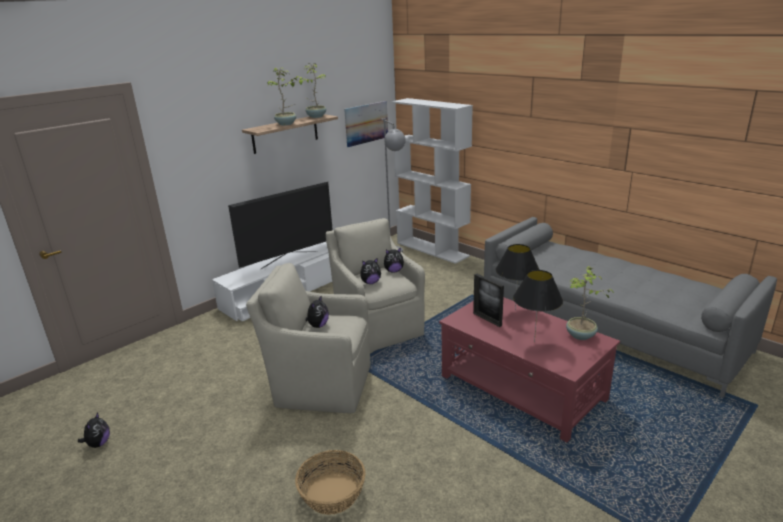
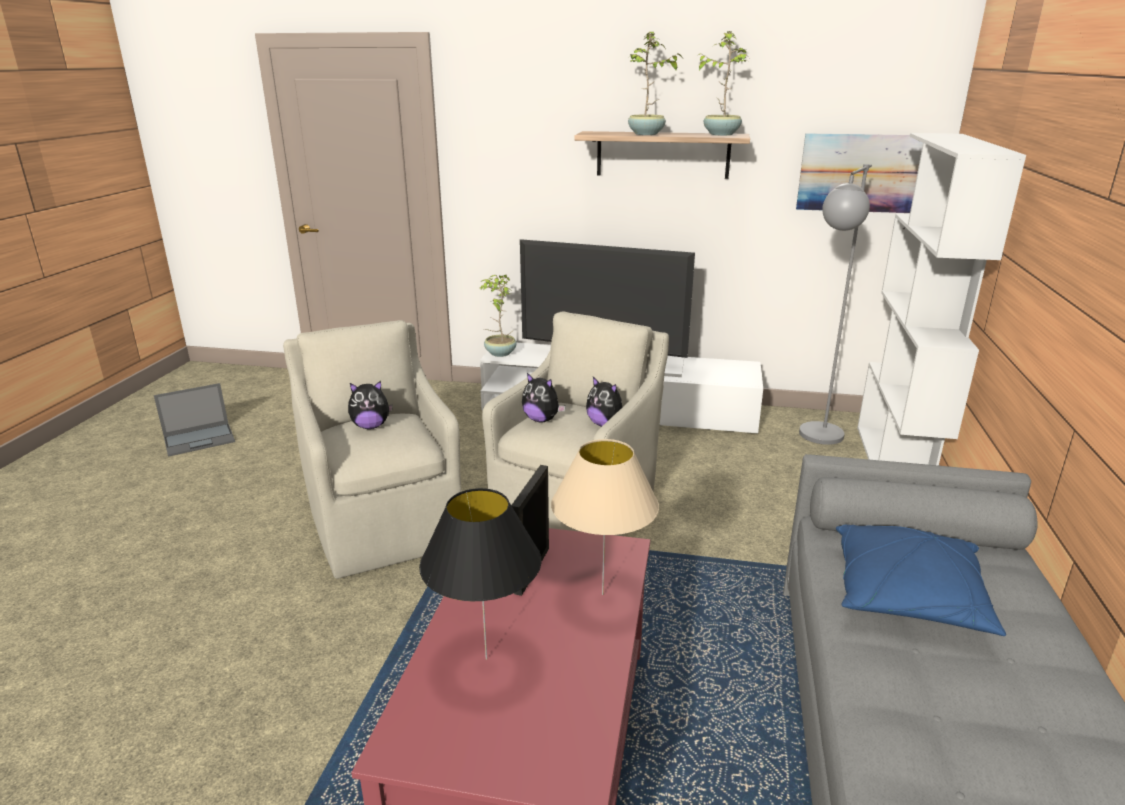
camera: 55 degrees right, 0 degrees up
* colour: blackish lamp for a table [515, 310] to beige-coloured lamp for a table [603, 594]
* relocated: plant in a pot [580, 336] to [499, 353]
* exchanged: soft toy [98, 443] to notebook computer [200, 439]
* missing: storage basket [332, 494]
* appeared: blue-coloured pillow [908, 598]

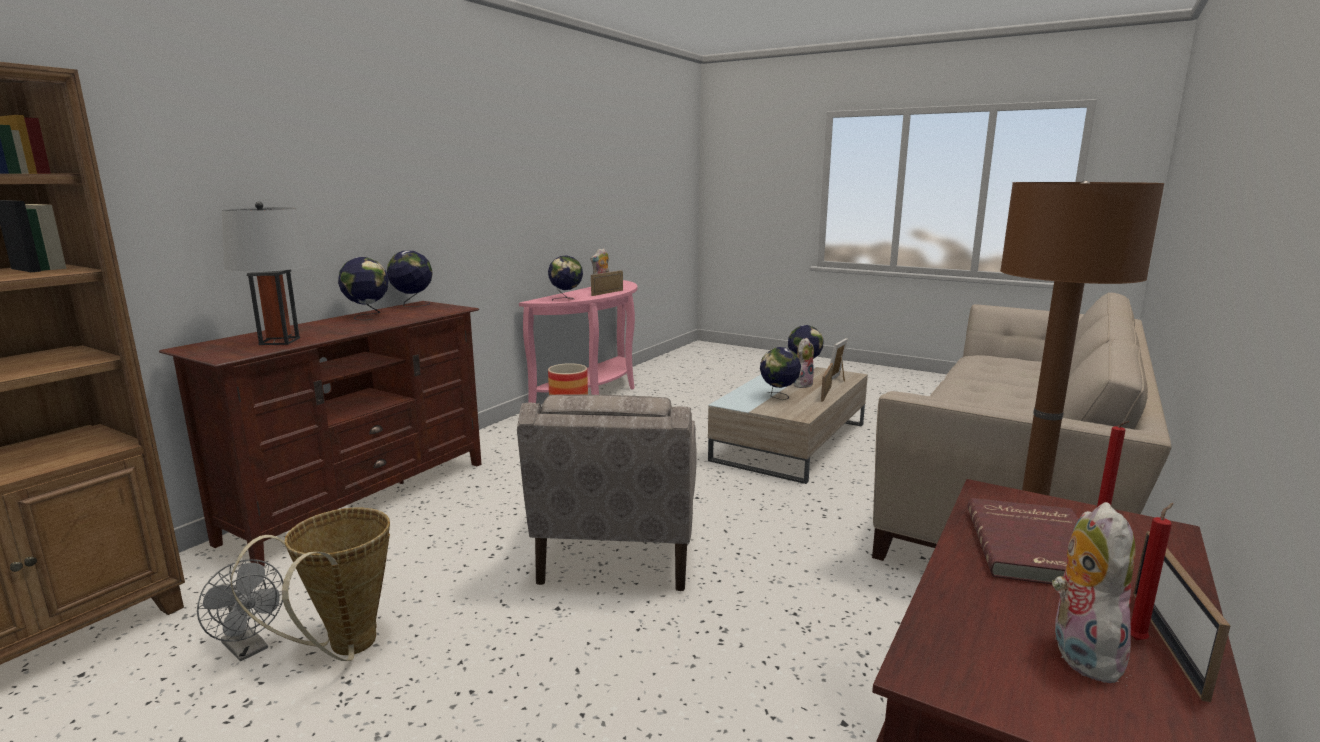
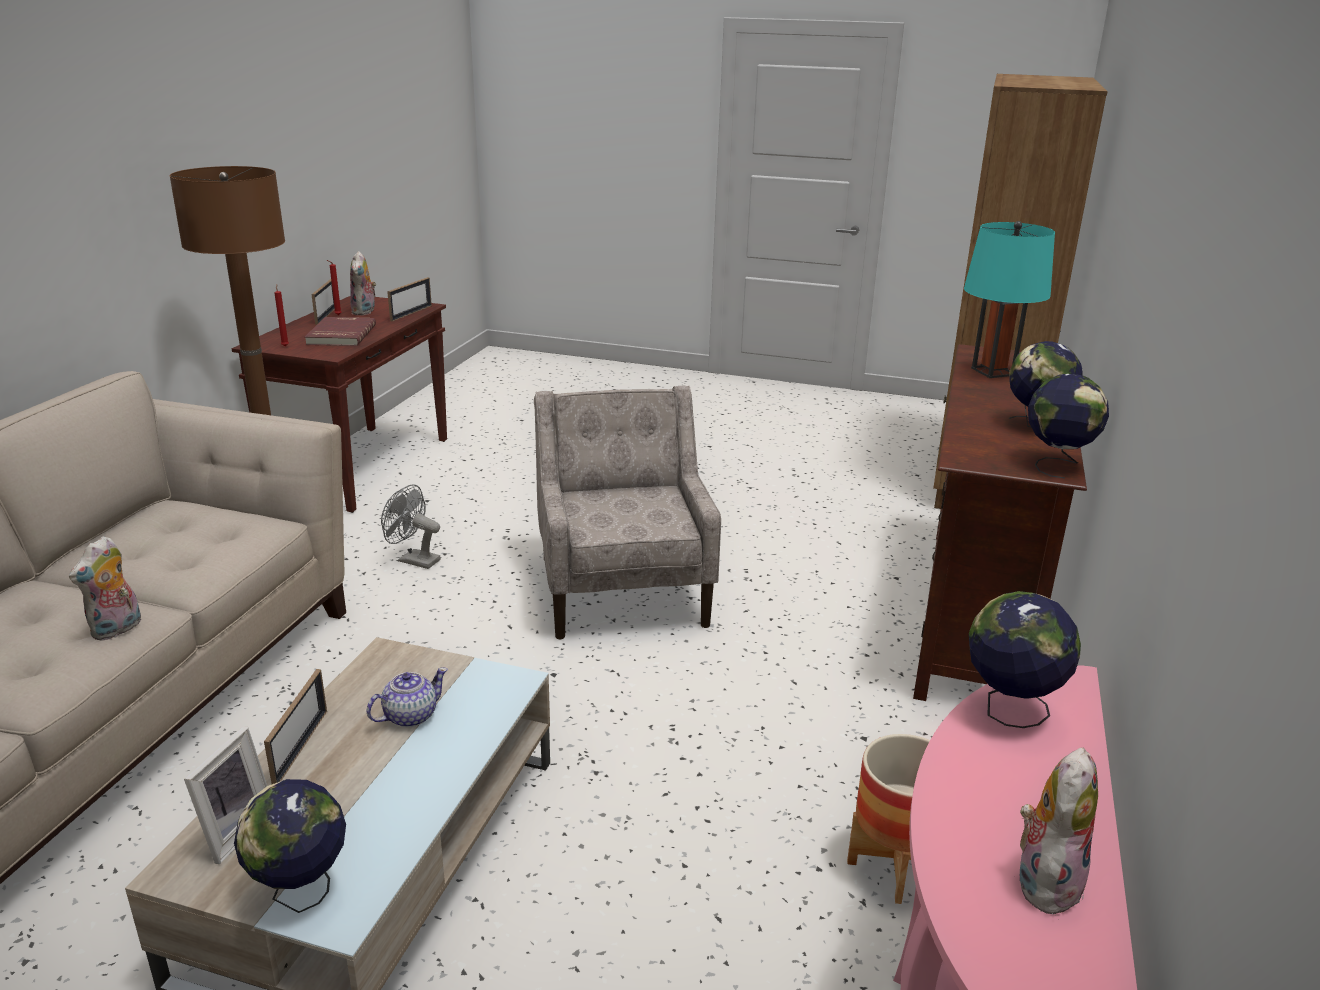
camera: 165 degrees right, 10 degrees up
* colour: greyish lamp for a table [279, 341] to turquoise lamp for a table [992, 371]
* relocated: standing frame [607, 293] to [411, 313]
* relocated: soft toy [802, 384] to [117, 630]
* exchanged: globe [778, 397] to pot for tea [409, 716]
* missing: storage basket [344, 649]
* relocated: greyish cooling fan [249, 649] to [413, 560]

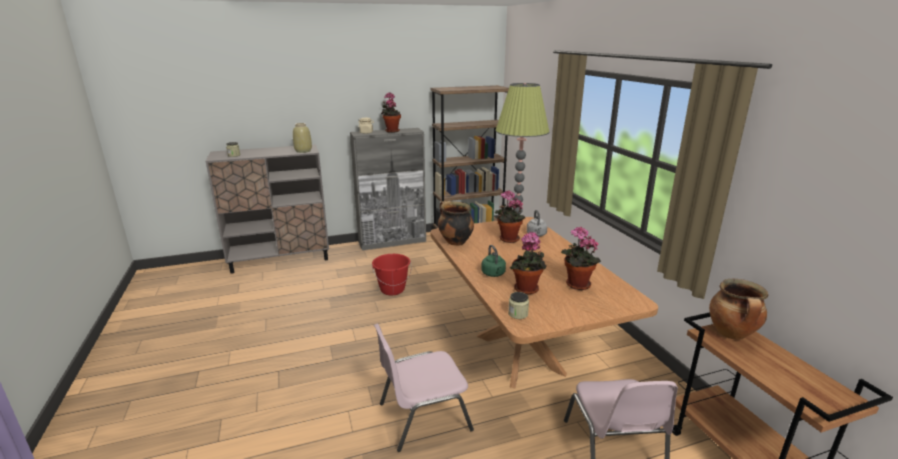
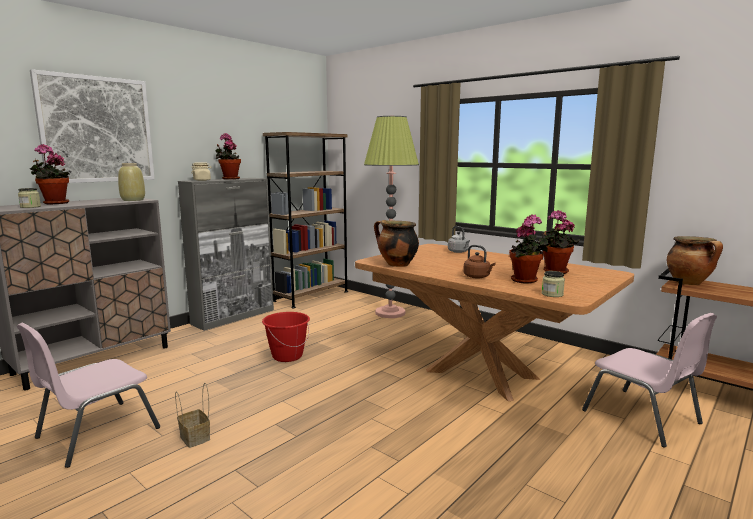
camera: 30 degrees left, 10 degrees down
* relocated: plant in a pot [507, 239] to [53, 203]
* colour: greenish water kettle [493, 274] to brownish water kettle [478, 277]
* relocated: pinkish chair [422, 416] to [95, 433]
* appeared: picture [97, 130]
* appeared: storage basket [196, 438]

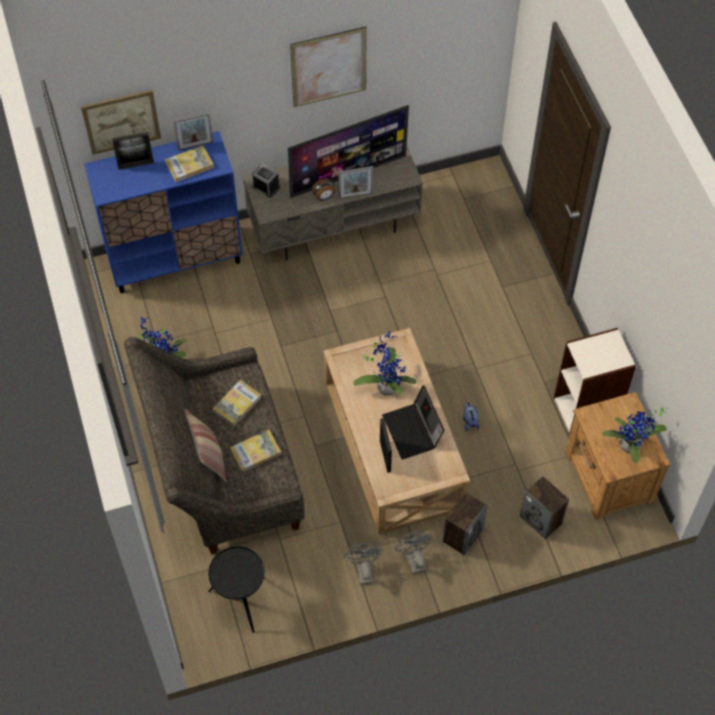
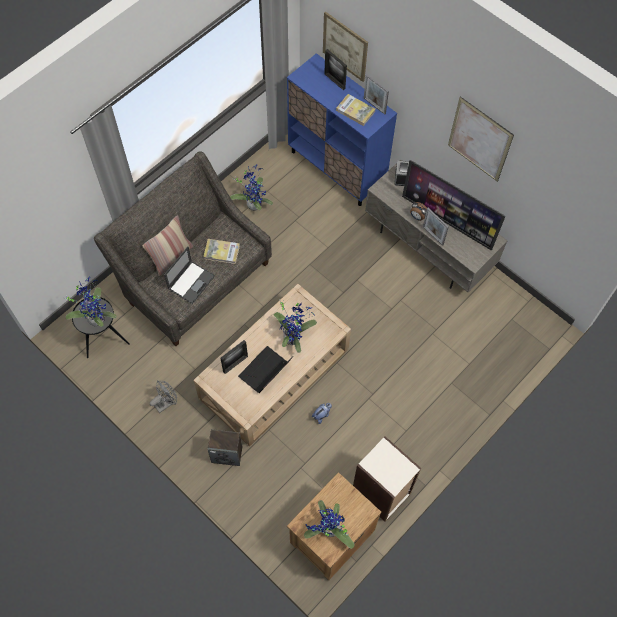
camera: 60 degrees right, 5 degrees up
* exchanged: bound book [256, 452] to notebook computer [191, 282]
* missing: loudspeaker [541, 520]
* missing: greyish cooling fan [413, 559]
* appeared: plant in a pot [96, 317]

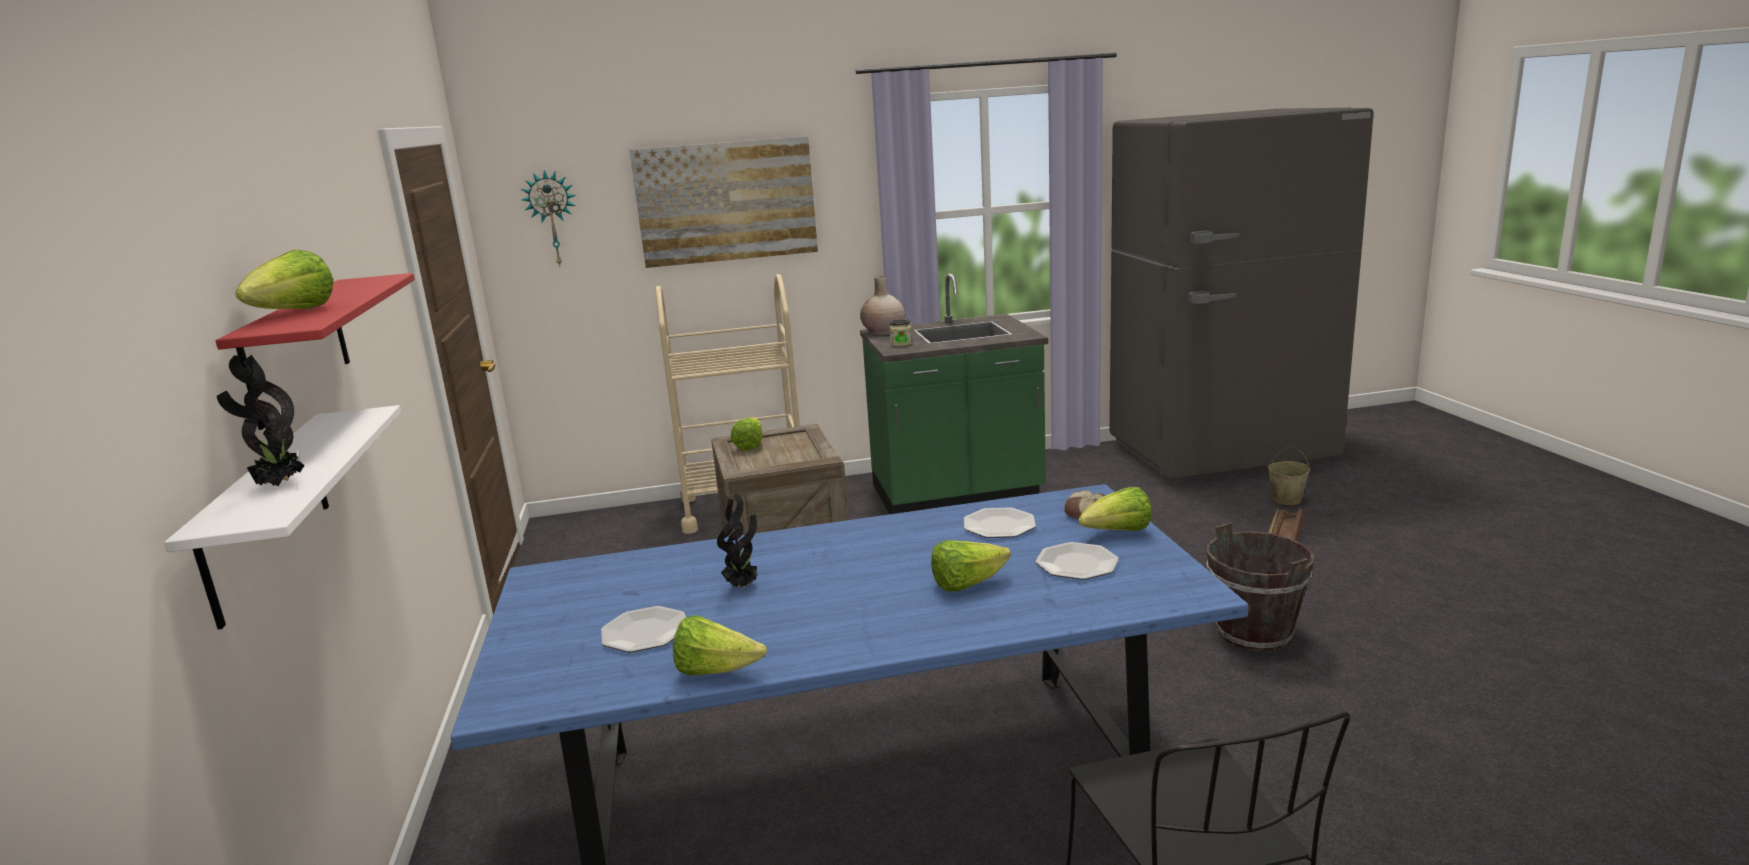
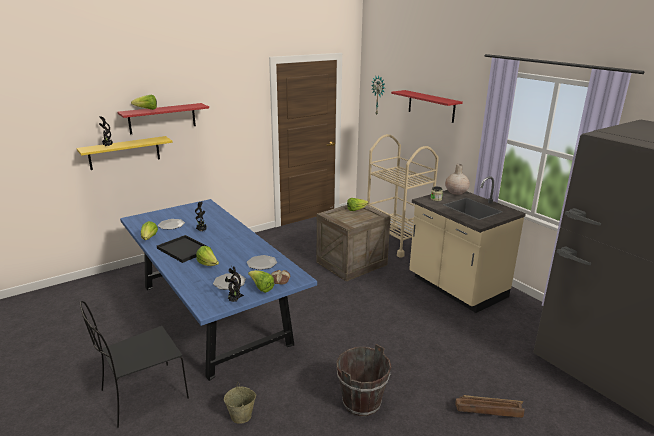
camera: 65 degrees right, 5 degrees up
* exchanged: picture [726, 202] to red shelf [431, 106]
* colour: greenish kitchen base unit [956, 494] to beige-coloured kitchen base unit [456, 288]
* colour: whitish shelf [266, 514] to yellow shelf [124, 153]
* relocated: beige-coloured bucket [1286, 499] to [241, 416]
* appeared: blackish carrying tray [183, 249]
* appeared: plant in a pot [234, 301]

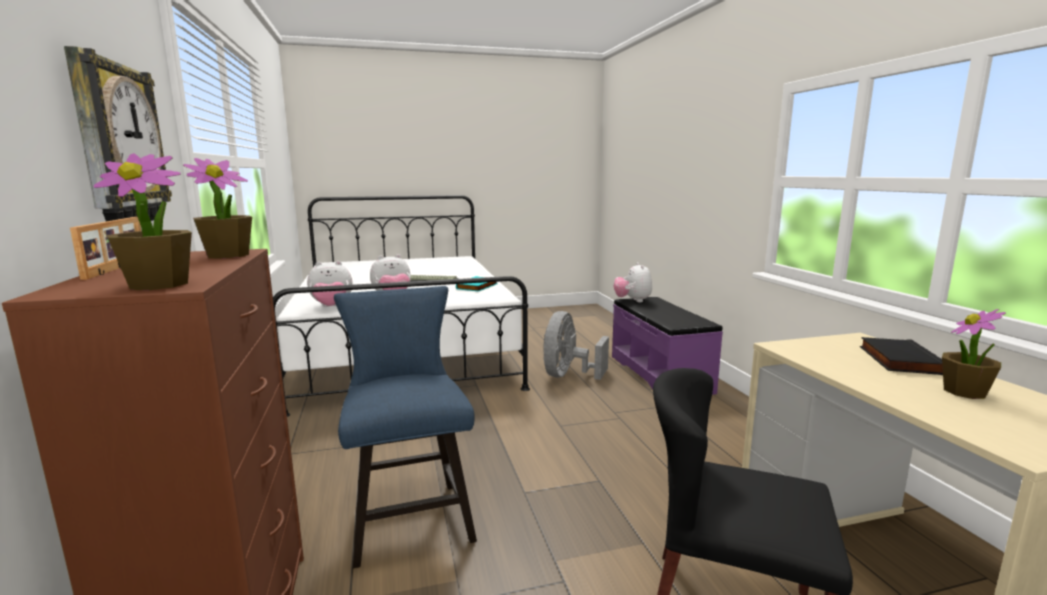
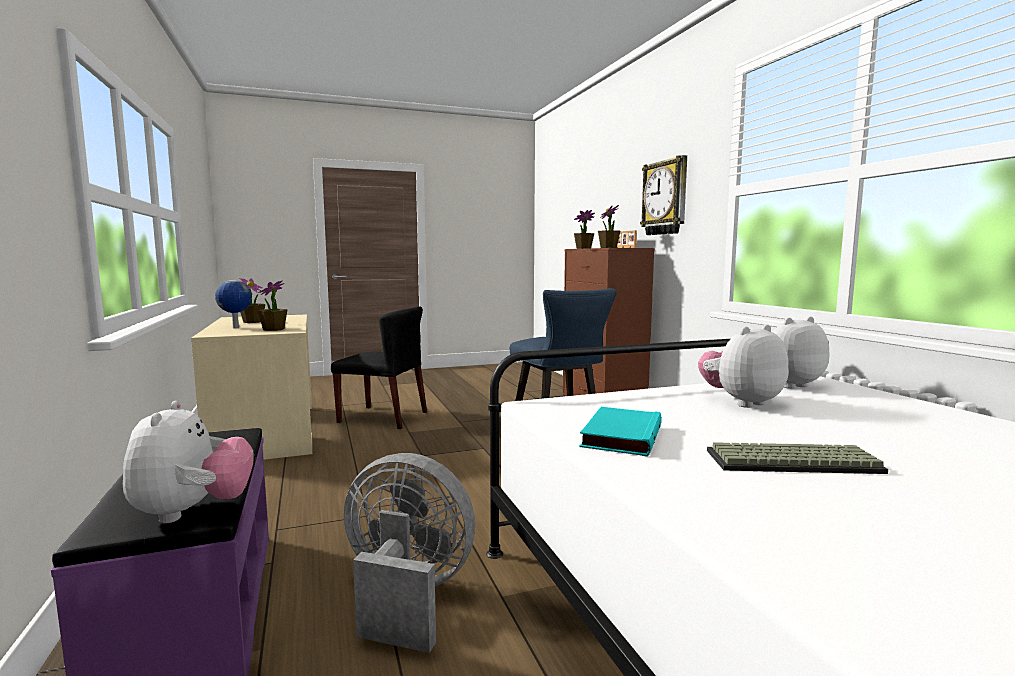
camera: 175 degrees right, 5 degrees down
* spun: greyish cooling fan [568, 375] = [406, 596] 90 degrees counterclockwise
* exchanged: blackish bound book [897, 360] to globe [235, 328]
* appeared: plant in a pot [273, 329]

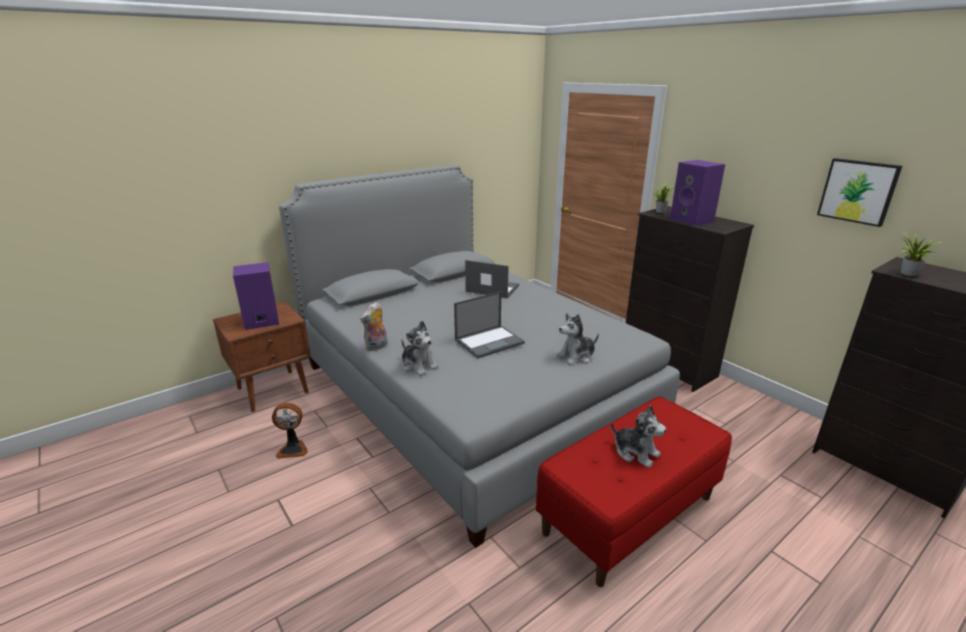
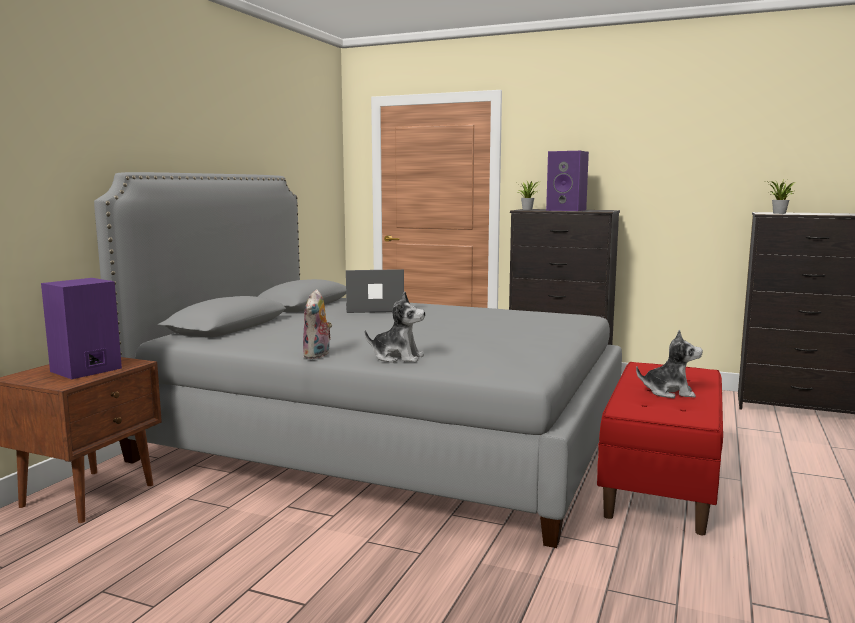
camera: 30 degrees left, 15 degrees down
* missing: picture [858, 191]
* missing: notebook computer [490, 341]
* missing: soft toy [577, 356]
* missing: cooling fan [293, 449]

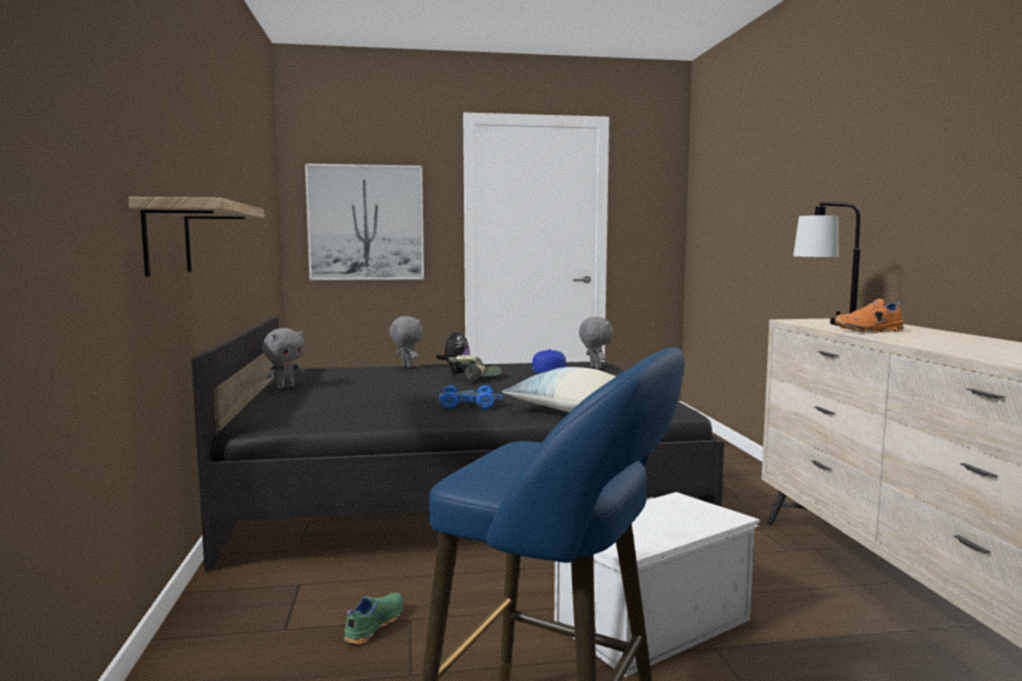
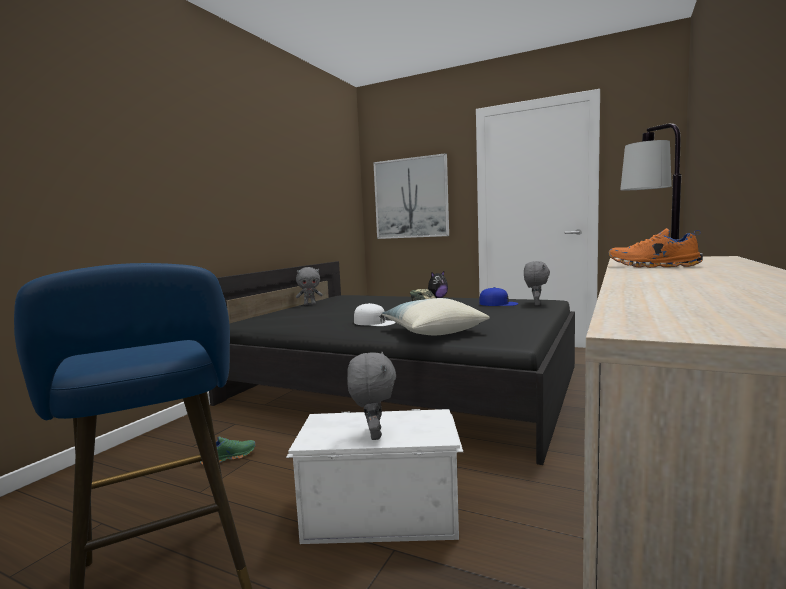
camera: 35 degrees right, 0 degrees up
* missing: shelf [166, 238]
* relocated: greyish soft toy [406, 366] to [373, 435]
* exchanged: blue-coloured model car [469, 405] to whitish baseball cap [374, 322]

